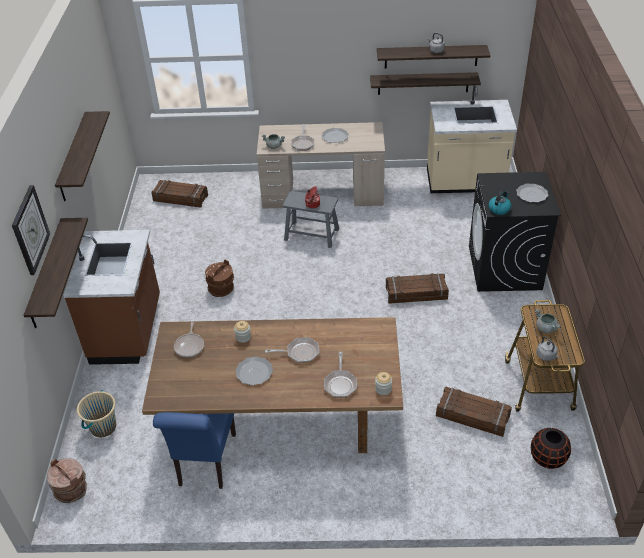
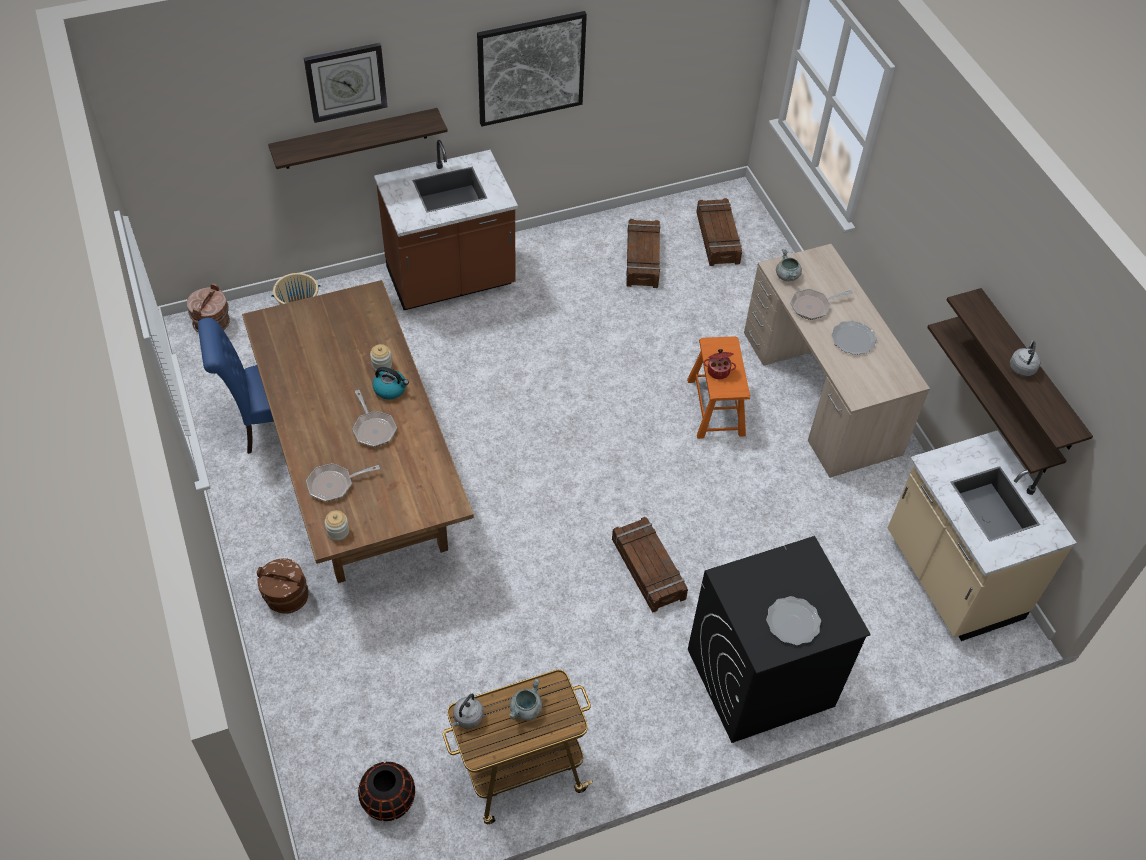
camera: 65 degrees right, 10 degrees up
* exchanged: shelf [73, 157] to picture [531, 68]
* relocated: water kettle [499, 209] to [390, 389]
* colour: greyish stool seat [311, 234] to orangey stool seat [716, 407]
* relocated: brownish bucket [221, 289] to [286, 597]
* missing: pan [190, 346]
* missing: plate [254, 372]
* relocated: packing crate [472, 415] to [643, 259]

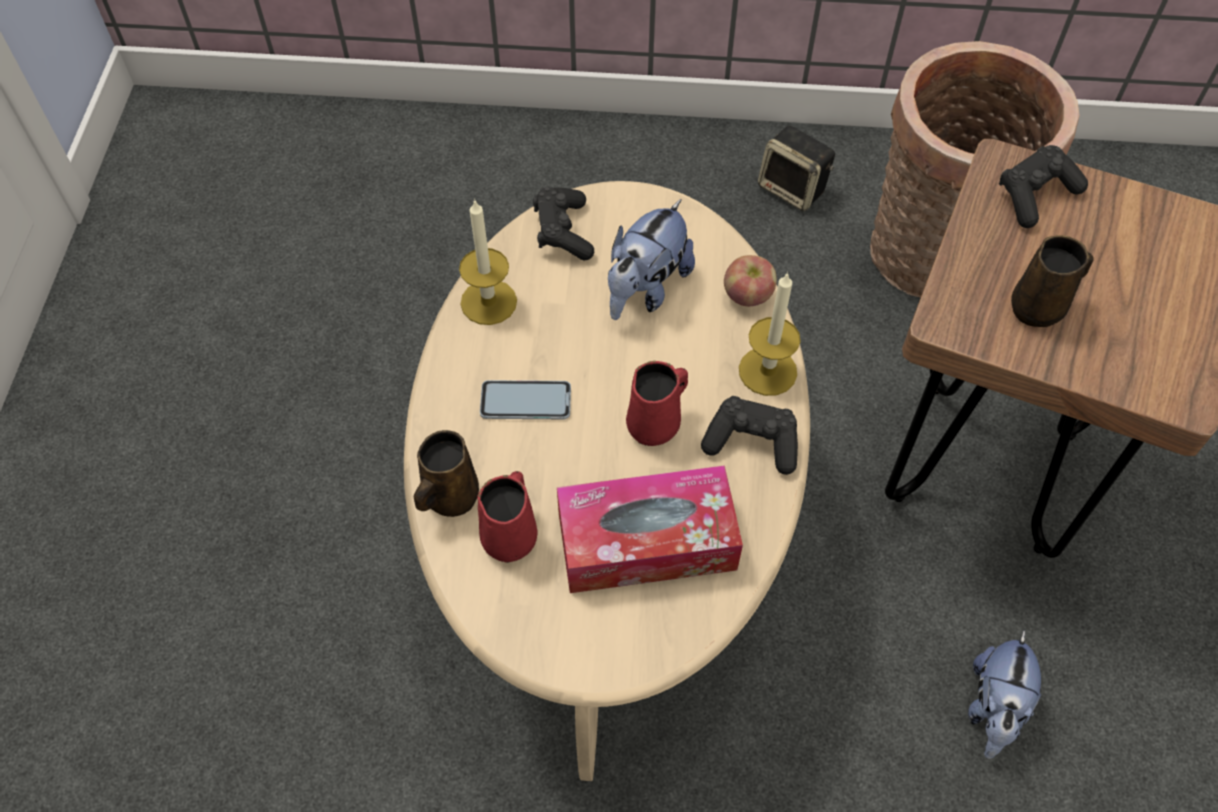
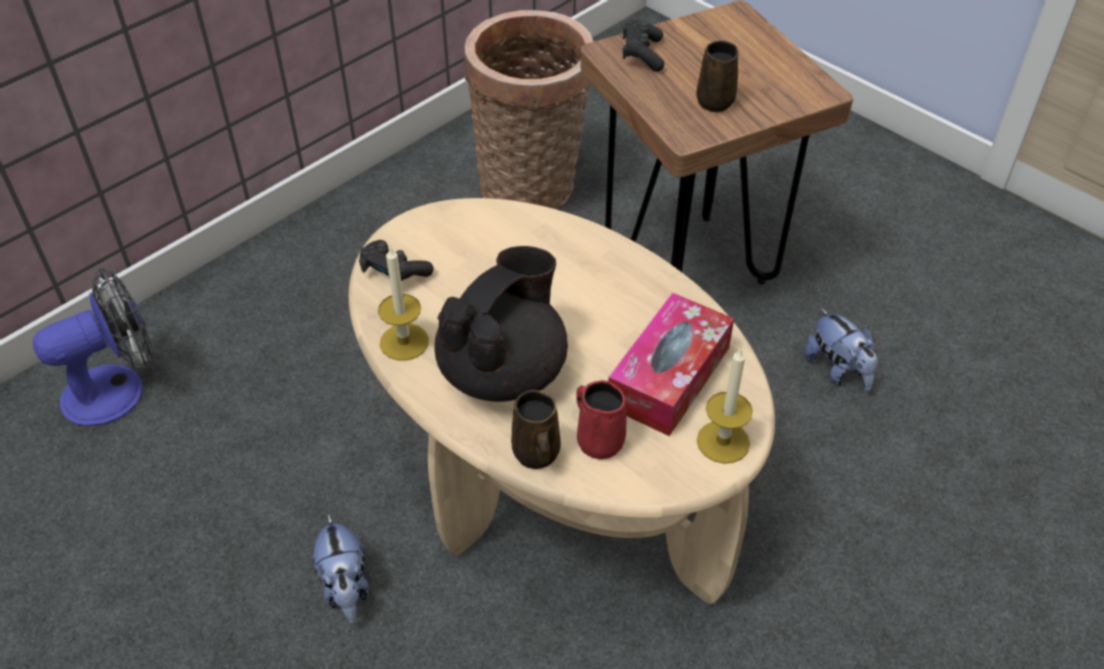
camera: 50 degrees left, 10 degrees down
* missing: loudspeaker [793, 189]
* relocated: soft toy [646, 289] to [346, 587]
* missing: apple fruit [748, 296]
* relocated: candle [767, 371] to [723, 442]
* missing: red tea mug [655, 424]
* exchanged: telephone [525, 401] to blackish pot for tea [504, 371]
* missing: blackish gamepad [752, 442]
* appeared: cooling fan [117, 388]

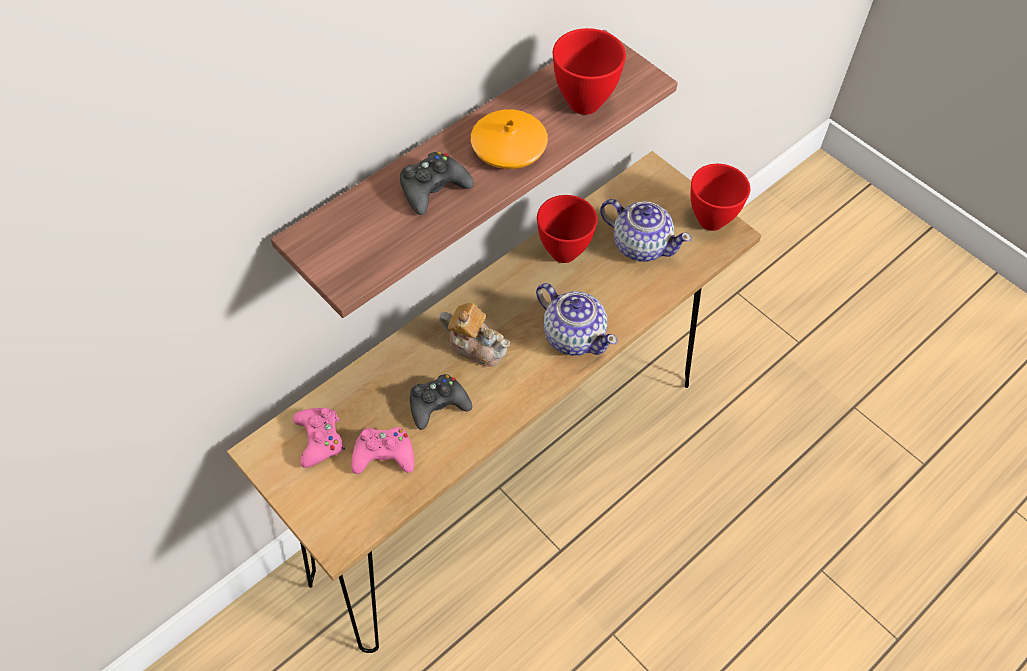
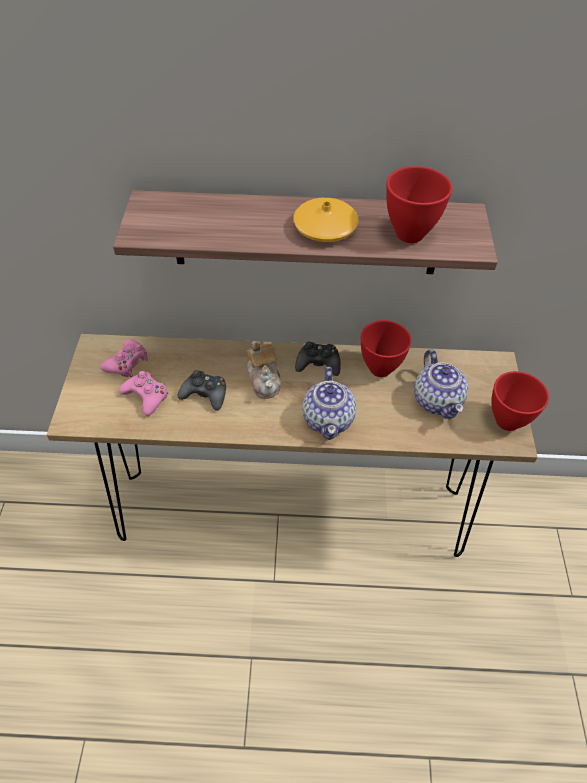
camera: 45 degrees right, 5 degrees down
* relocated: blackish gamepad [433, 188] to [318, 363]

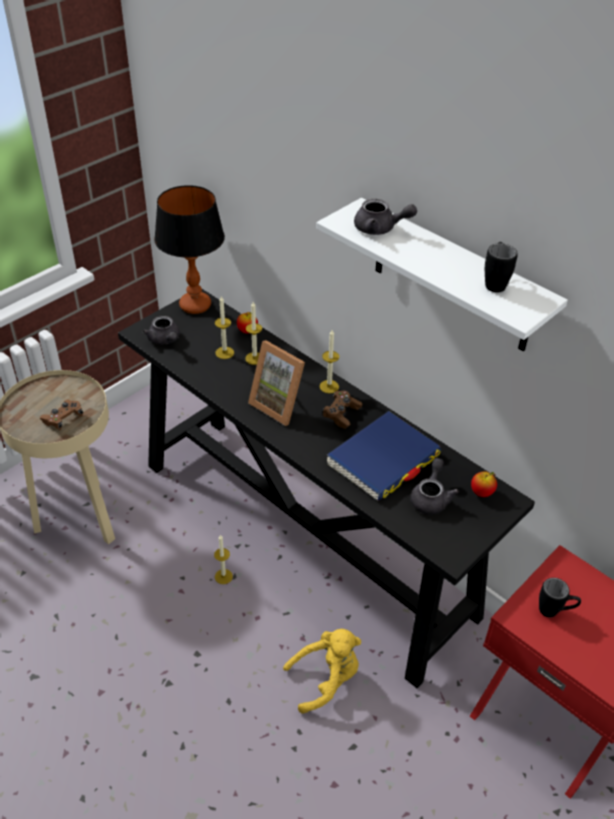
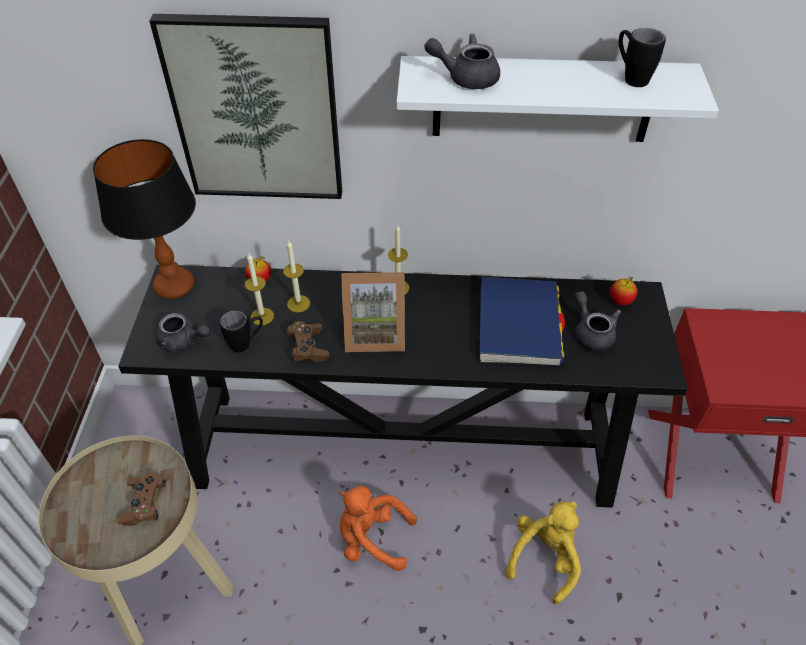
camera: 40 degrees left, 5 degrees up
* spun: greyish pot for tea [380, 229] = [466, 77] 150 degrees counterclockwise
* relocated: brownish gamepad [341, 414] to [308, 348]
* exchanged: candle [223, 576] to orangey soft toy [372, 539]
* relocated: blackish tea mug [554, 611] to [246, 343]
* appeared: picture [256, 110]

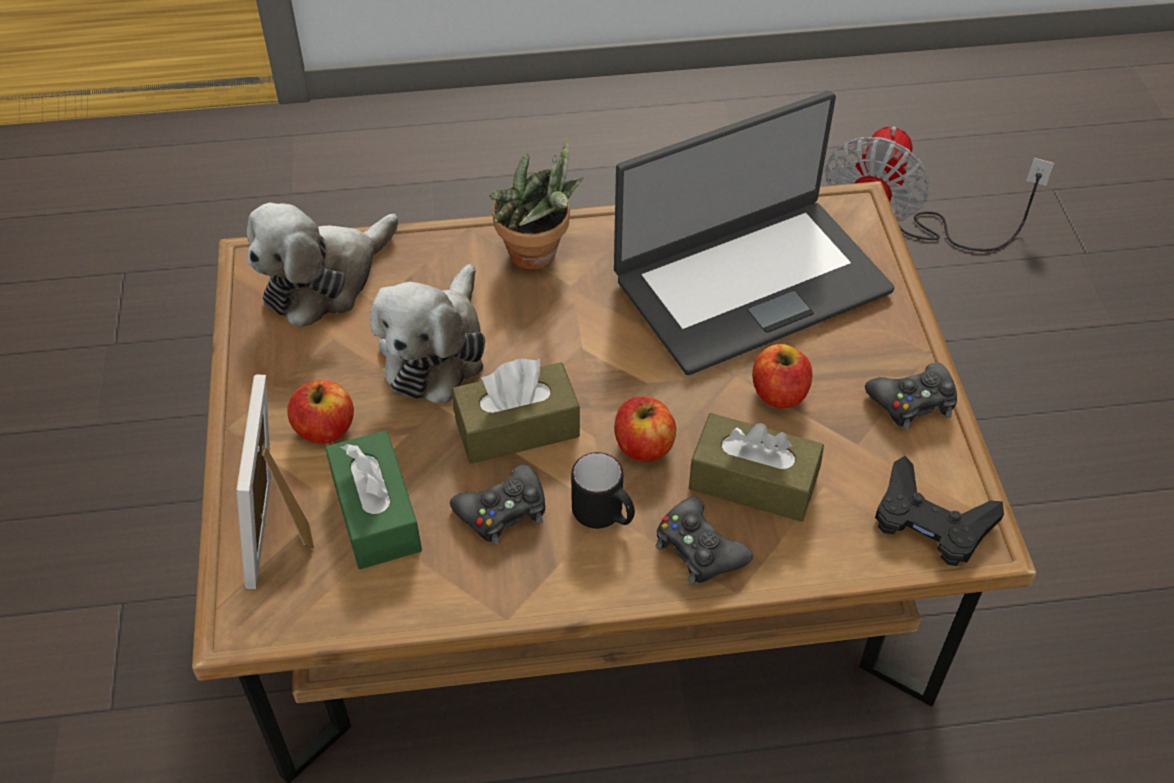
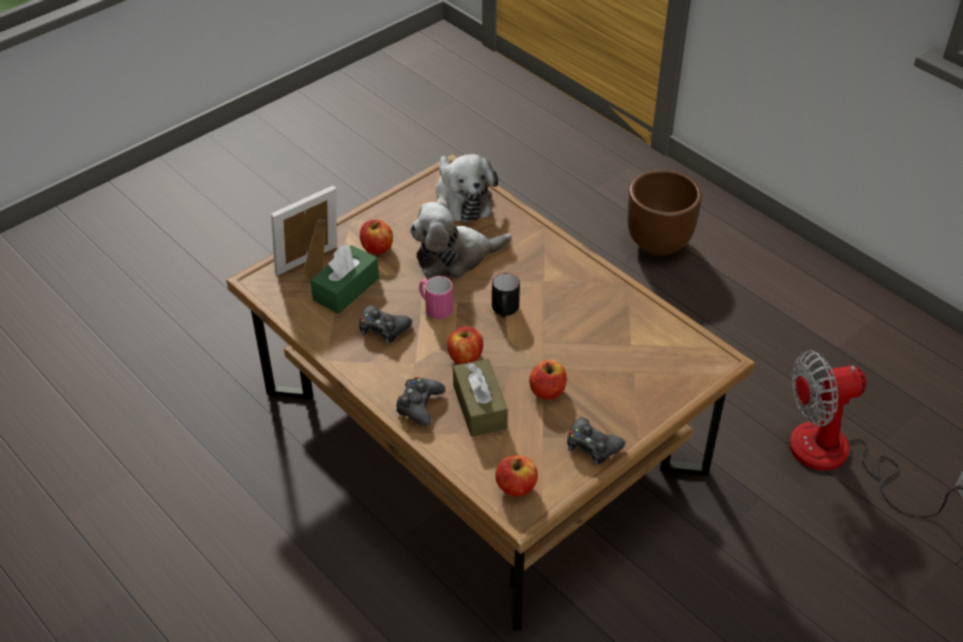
camera: 55 degrees right, 5 degrees down
* missing: notebook computer [750, 283]
* missing: plant in a pot [539, 257]
* spun: soft toy [325, 280] = [461, 199] 120 degrees counterclockwise
* exchanged: brownish tissue box [517, 428] to pinkish tea mug [435, 308]
* relocated: blackish tea mug [604, 515] to [504, 311]
* exchanged: blackish gamepad [931, 521] to apple fruit [516, 487]
* appeared: brownish flower pot [659, 243]

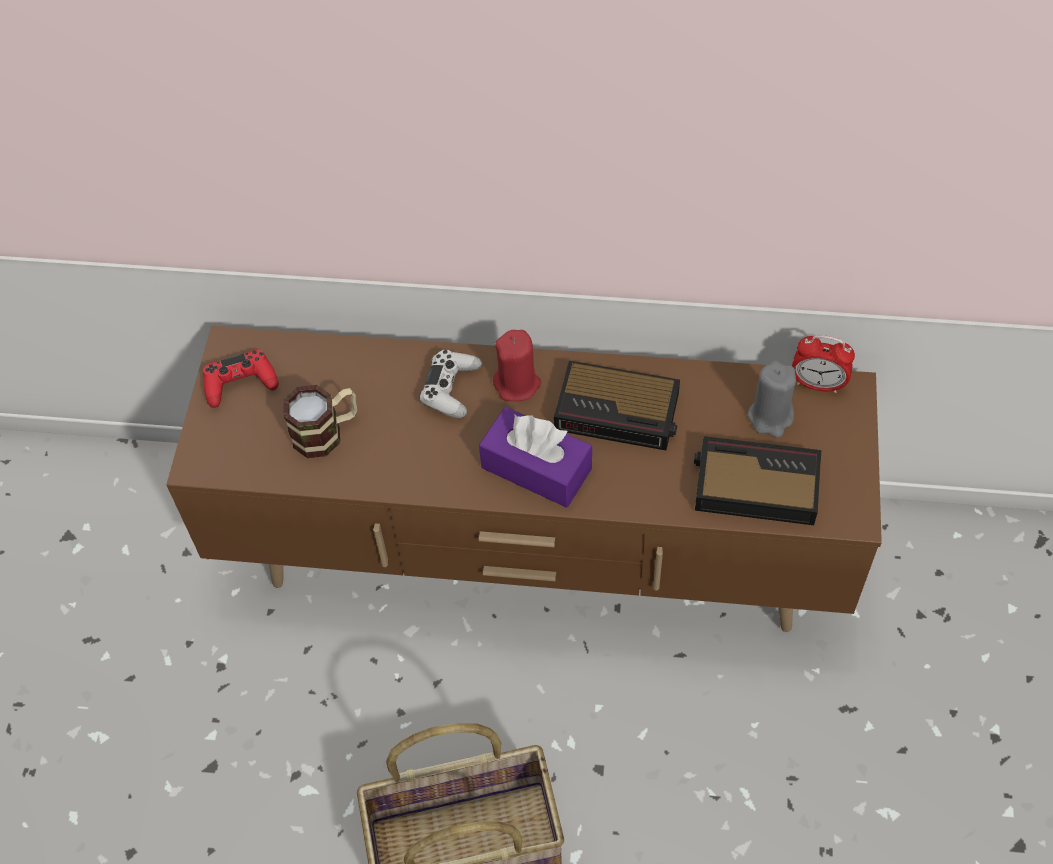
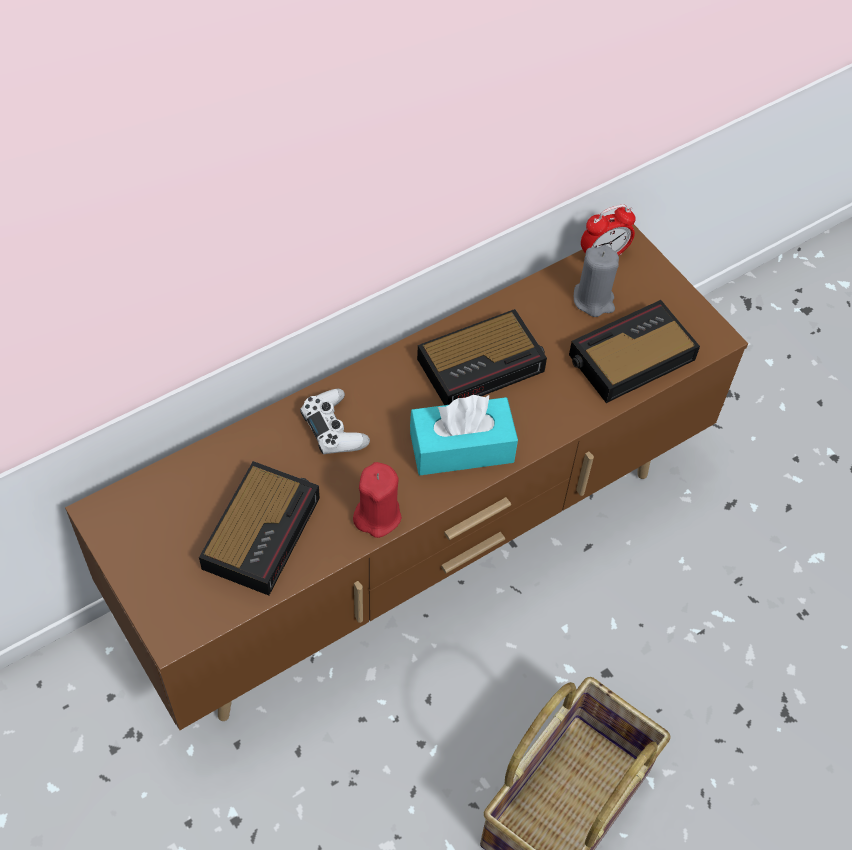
camera: 45 degrees left, 0 degrees up
* relocated: red candle [517, 384] to [377, 515]
* missing: red gamepad [240, 383]
* exchanged: tea mug [327, 432] to bedside clock [263, 530]
* colour: purplish tissue box [536, 468] to turquoise tissue box [461, 447]

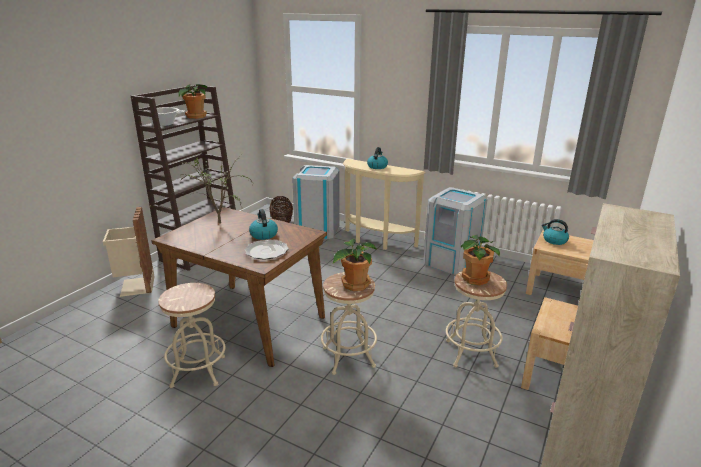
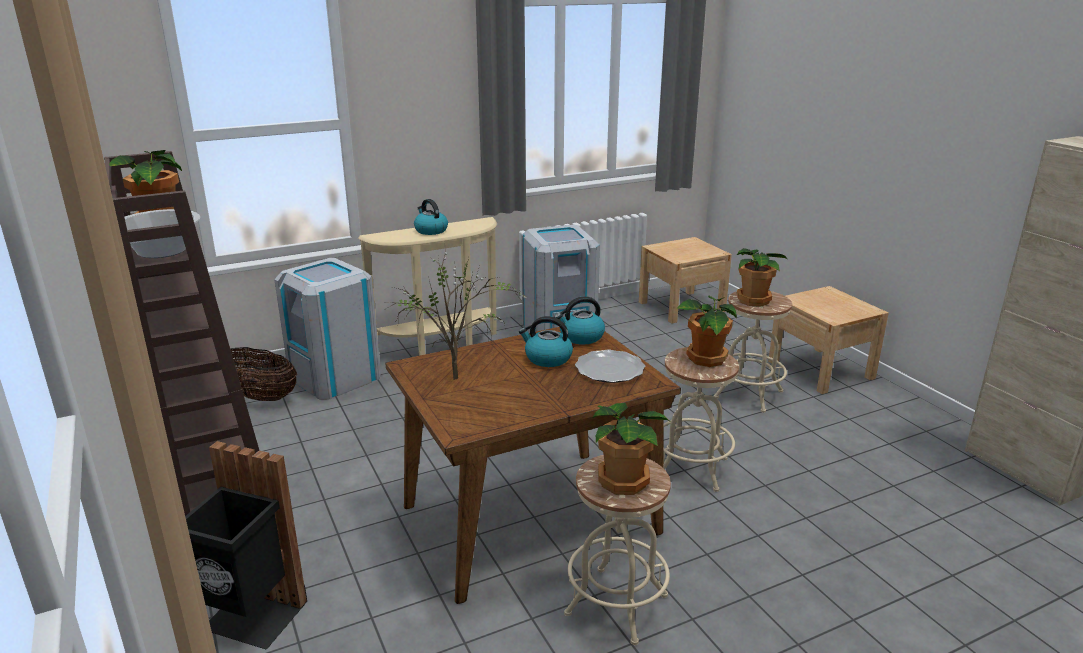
camera: 55 degrees left, 0 degrees up
* colour: beige-coloured rubbish bin [135, 286] to blackish rubbish bin [252, 618]
* relocated: water kettle [554, 240] to [581, 337]
* appeared: plant in a pot [623, 480]

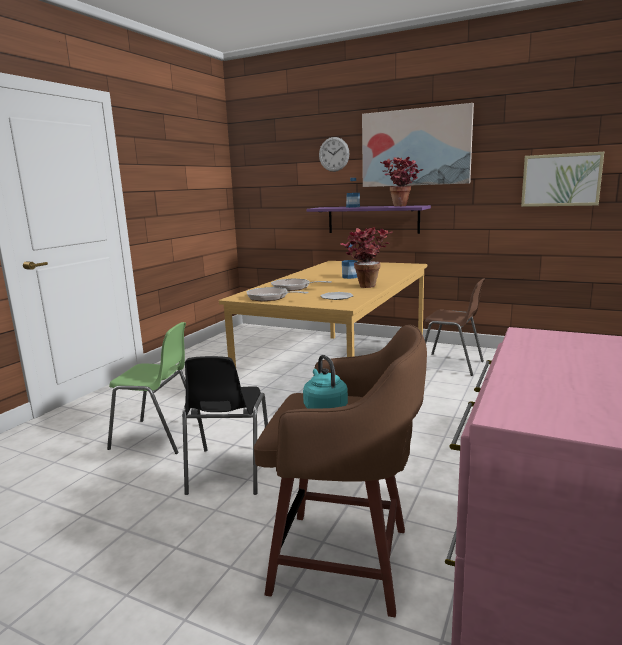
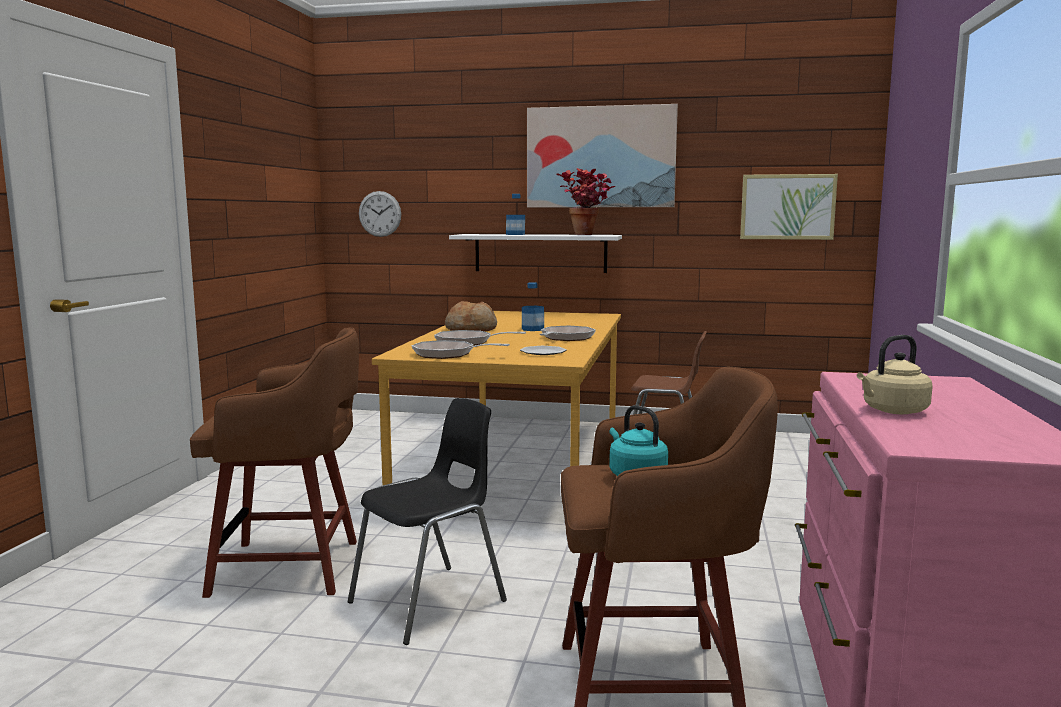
camera: 15 degrees left, 5 degrees down
* relocated: hanging clock [334, 154] to [380, 214]
* colour: purplish shelf [373, 219] to whitish shelf [540, 253]
* exchanged: plant in a pot [365, 285] to pan [565, 338]
* exchanged: greenish chair [158, 437] to brownish stool seat [291, 568]
* spun: blackish chair [228, 471] = [430, 602] 120 degrees counterclockwise
* appeared: bakery bread [471, 329]
* appeared: beige-coloured water kettle [892, 411]

